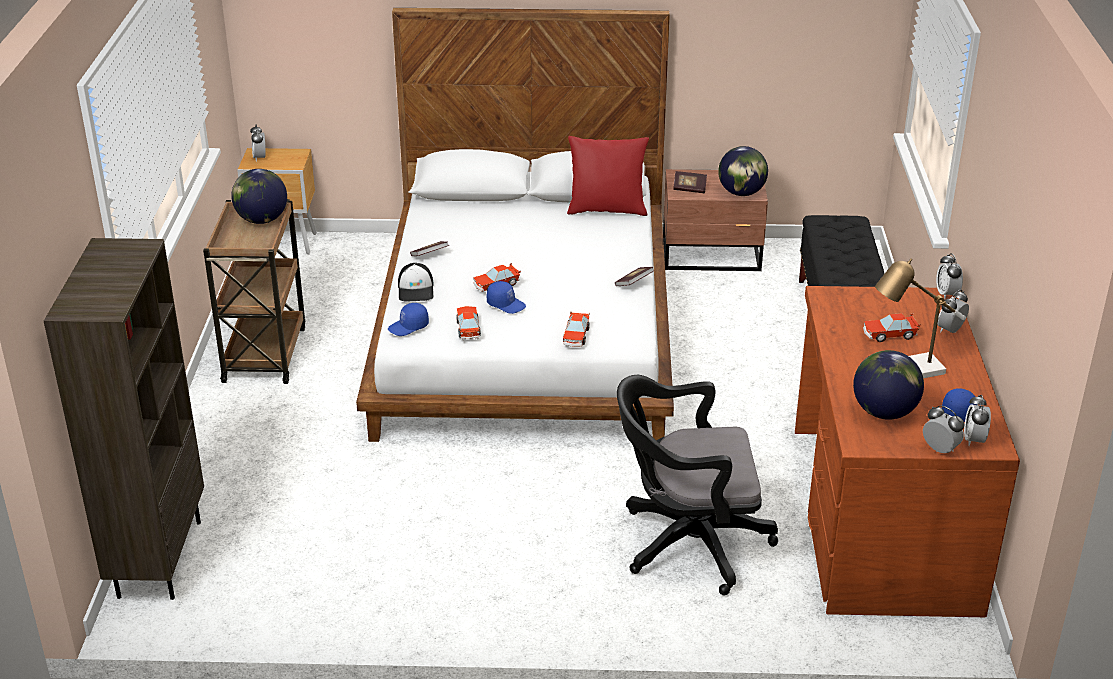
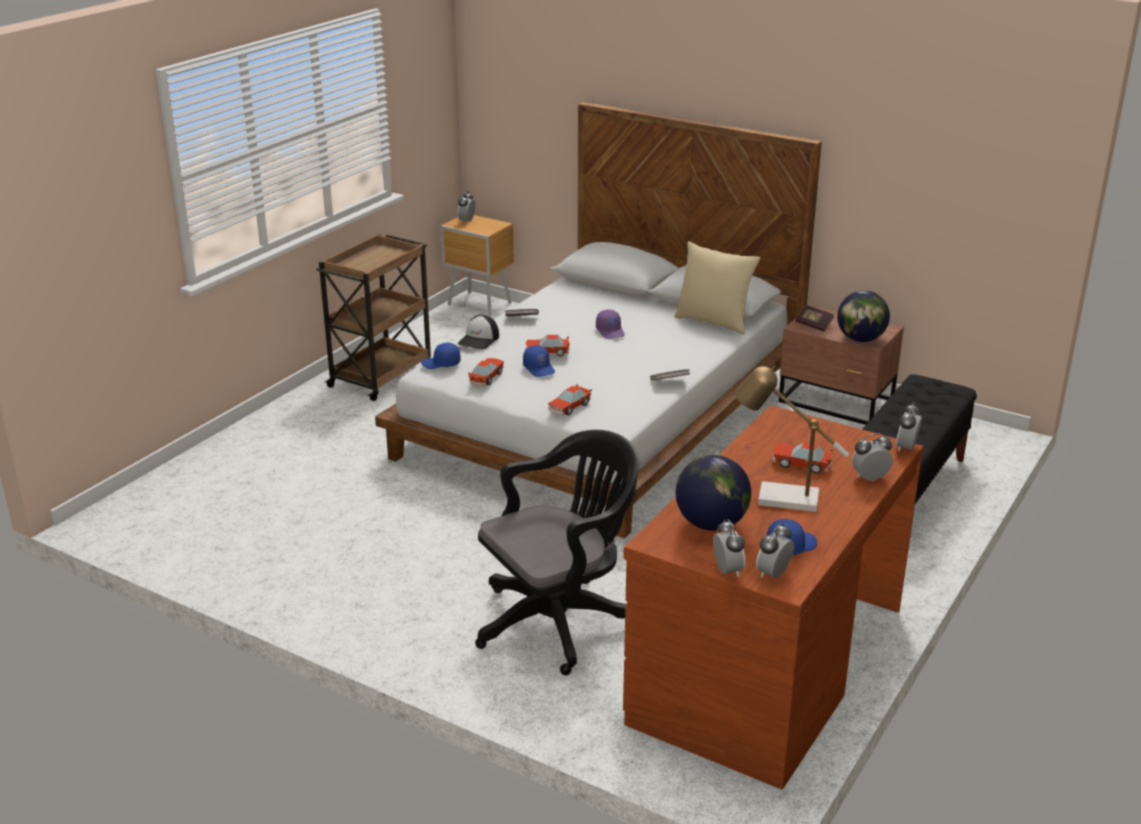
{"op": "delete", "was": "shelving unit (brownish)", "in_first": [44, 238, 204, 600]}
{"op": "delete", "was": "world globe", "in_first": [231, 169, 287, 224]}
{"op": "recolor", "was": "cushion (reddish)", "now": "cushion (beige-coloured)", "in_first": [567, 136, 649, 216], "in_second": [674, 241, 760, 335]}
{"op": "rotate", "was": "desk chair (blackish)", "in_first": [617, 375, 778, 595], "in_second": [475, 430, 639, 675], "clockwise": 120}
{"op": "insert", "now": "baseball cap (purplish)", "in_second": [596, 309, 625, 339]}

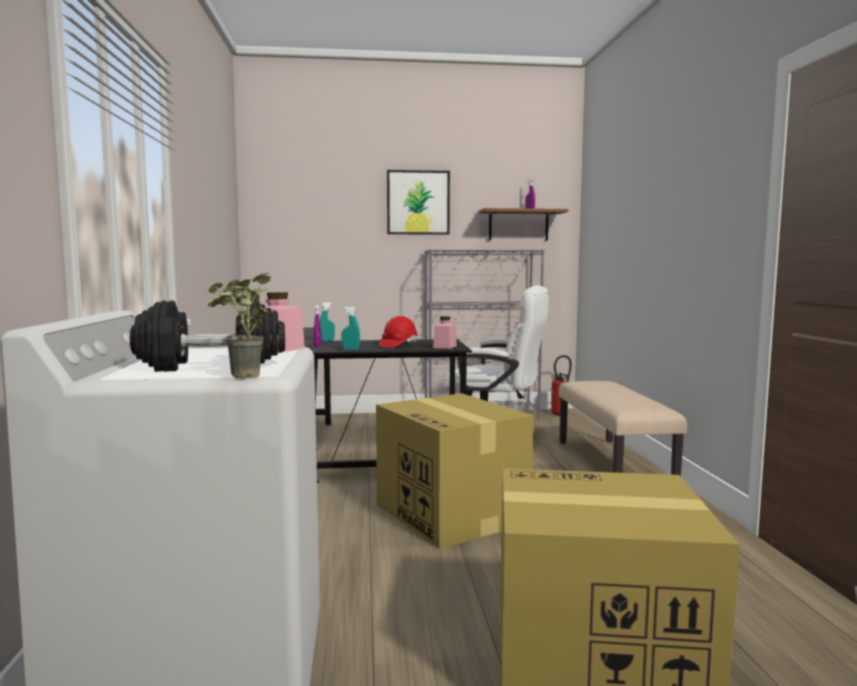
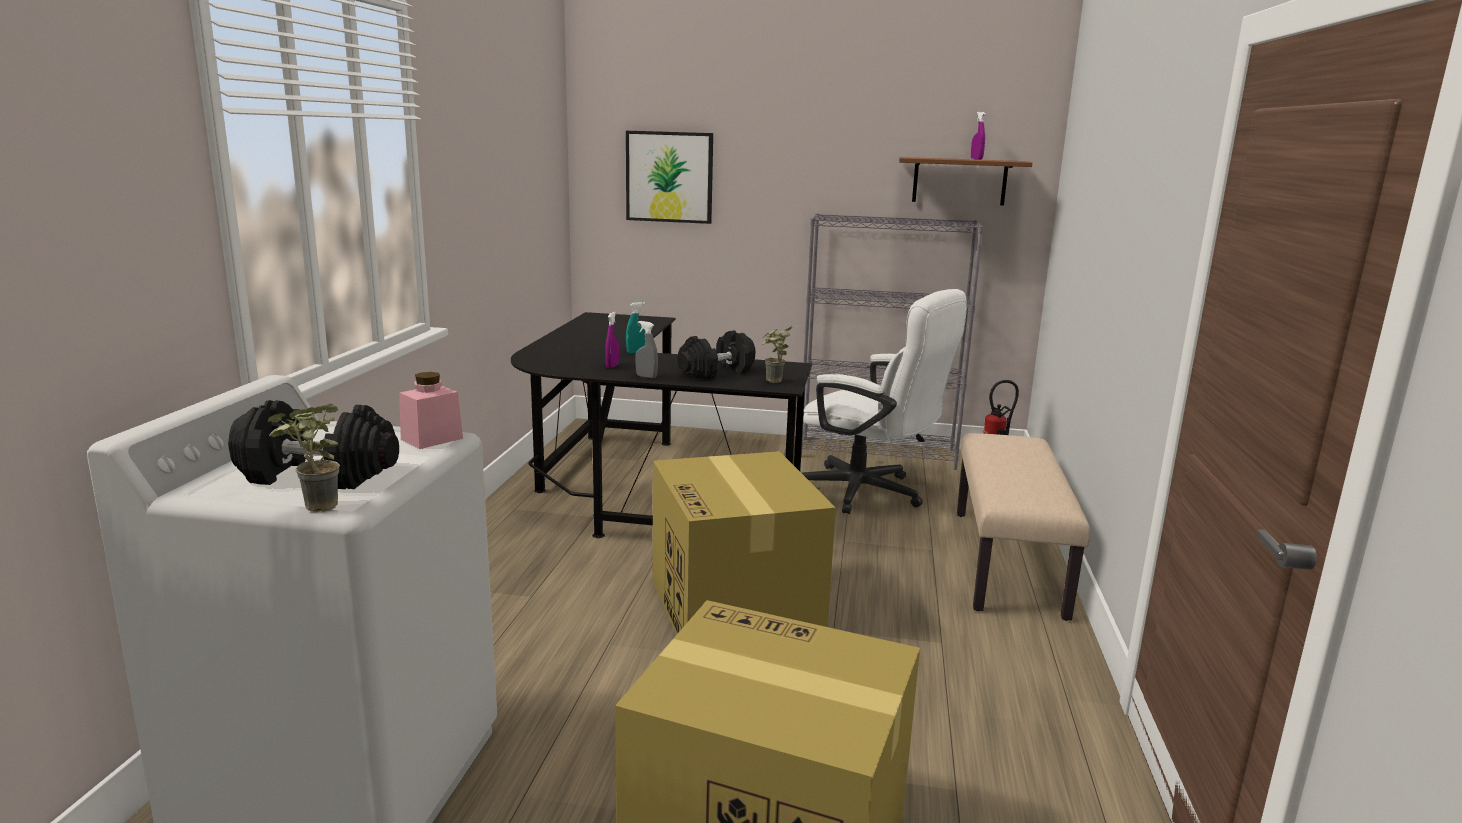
{"op": "recolor", "was": "sprayer (turquoise)", "now": "sprayer (grey)", "in_first": [341, 307, 360, 350], "in_second": [635, 321, 658, 379]}
{"op": "replace", "was": "work helmet (reddish)", "now": "hand weight (blackish)", "in_first": [379, 316, 418, 348], "in_second": [678, 330, 755, 380]}
{"op": "move", "was": "picture", "in_first": [387, 170, 450, 235], "in_second": [626, 131, 713, 224]}
{"op": "replace", "was": "preserve jar (pink-coloured)", "now": "potted plant", "in_first": [433, 316, 457, 349], "in_second": [762, 326, 792, 383]}

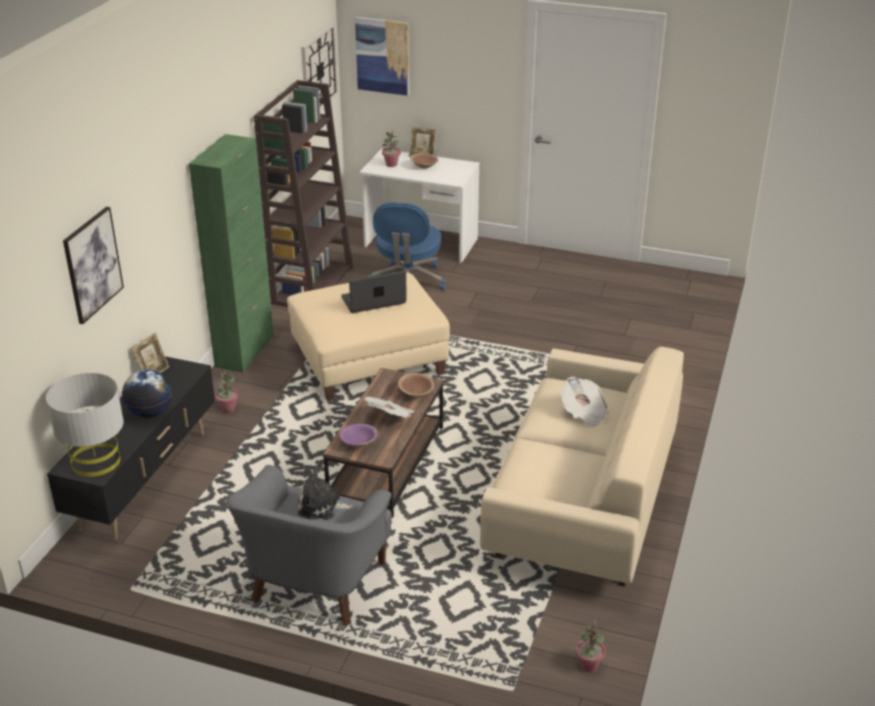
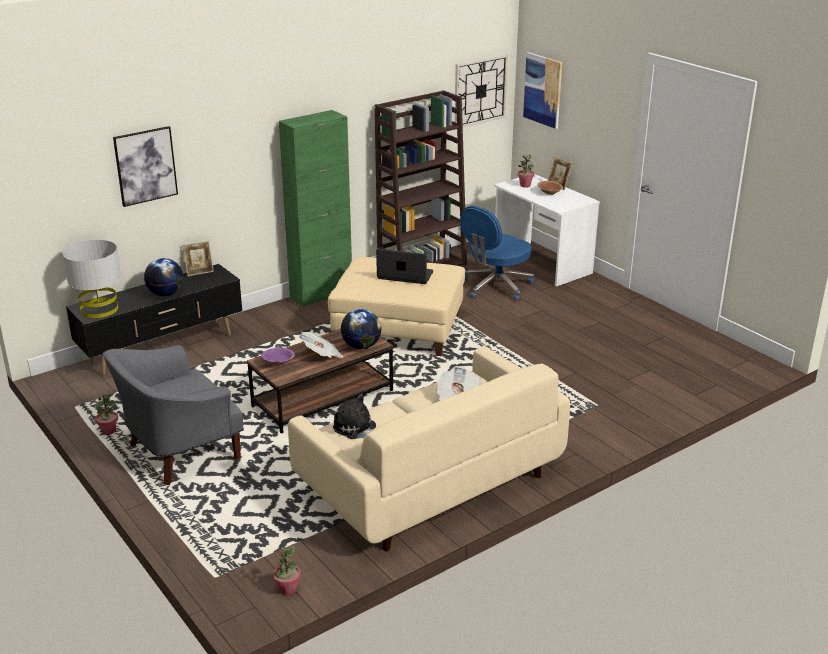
{"op": "move", "was": "potted plant", "in_first": [215, 372, 238, 413], "in_second": [95, 394, 118, 435]}
{"op": "move", "was": "soft toy", "in_first": [298, 468, 355, 520], "in_second": [333, 394, 376, 439]}
{"op": "replace", "was": "serving bowl (brownish)", "now": "world globe", "in_first": [398, 373, 434, 397], "in_second": [341, 309, 381, 349]}

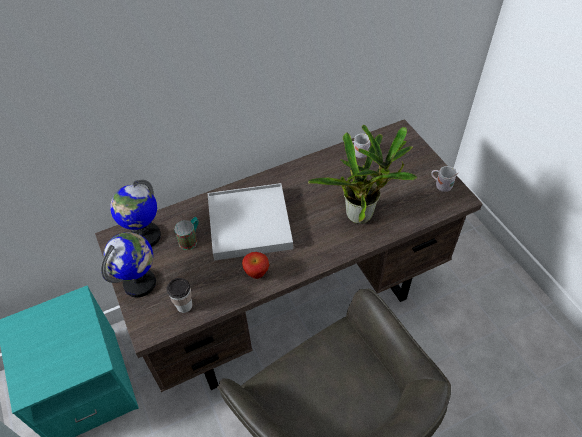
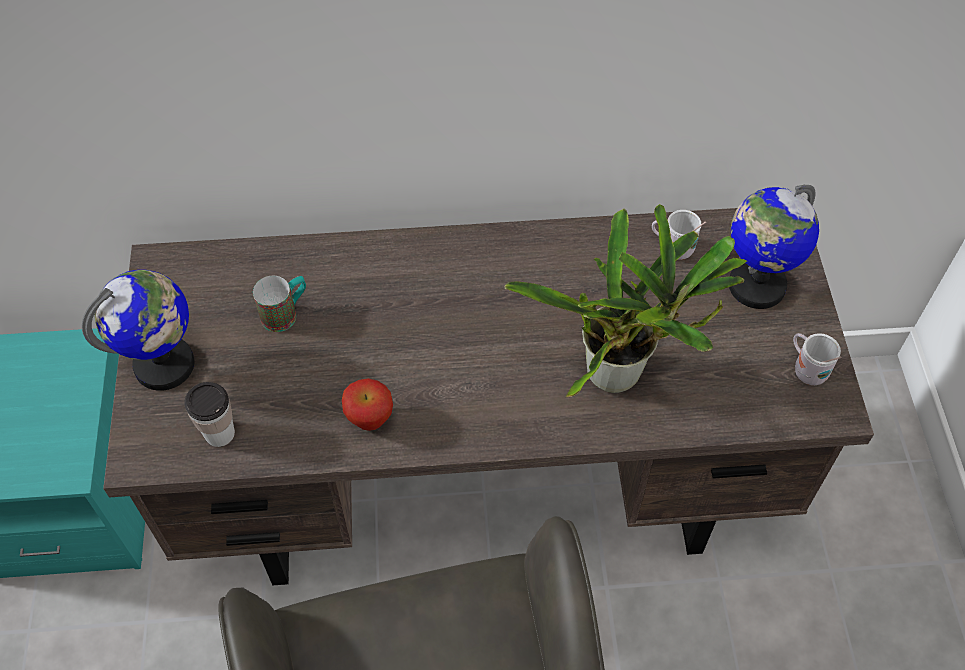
{"op": "move", "was": "world globe", "in_first": [110, 180, 161, 247], "in_second": [729, 184, 819, 309]}
{"op": "delete", "was": "carrying tray (white)", "in_first": [208, 183, 293, 260]}

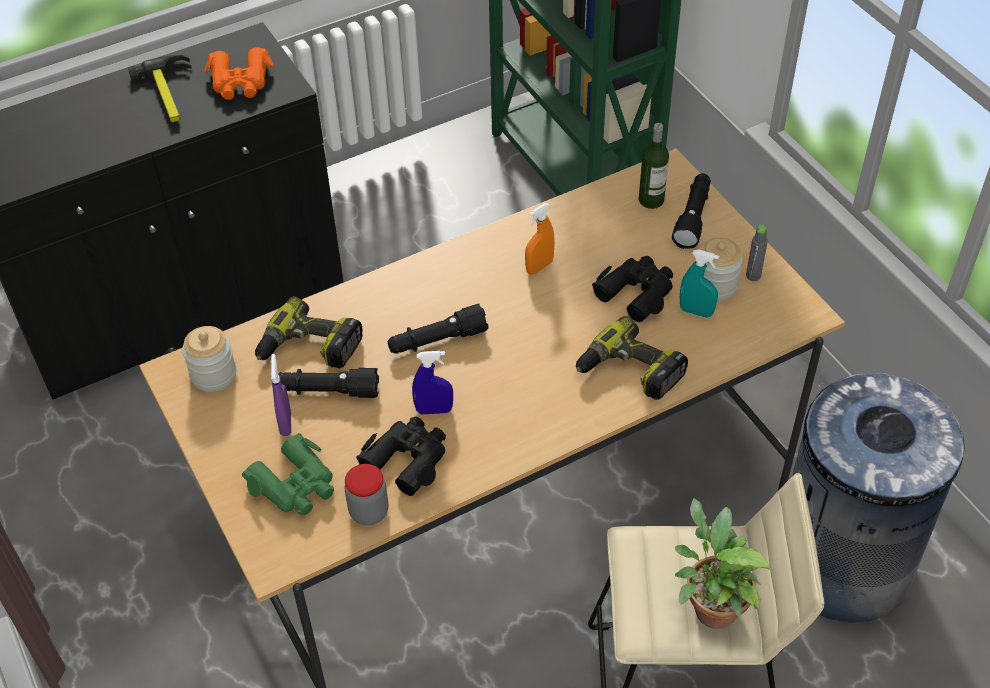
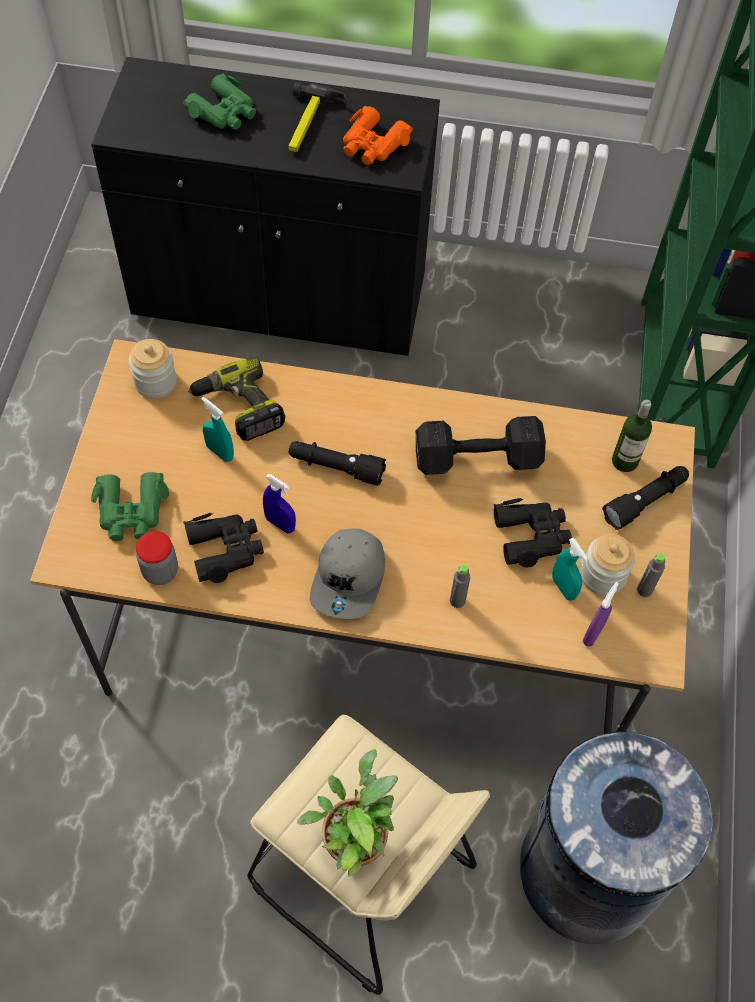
{"op": "move", "was": "sprayer (purplish)", "in_first": [271, 354, 291, 436], "in_second": [583, 582, 619, 647]}
{"op": "replace", "was": "torch (blackish)", "now": "sprayer (turquoise)", "in_first": [278, 368, 379, 398], "in_second": [201, 397, 234, 462]}
{"op": "replace", "was": "sprayer (orange-coloured)", "now": "hand weight (blackish)", "in_first": [525, 203, 555, 274], "in_second": [416, 416, 546, 475]}
{"op": "replace", "was": "drill", "now": "beverage bottle (grey)", "in_first": [576, 316, 688, 400], "in_second": [450, 564, 470, 608]}
{"op": "insert", "now": "binoculars (greenish)", "in_second": [183, 74, 256, 130]}
{"op": "insert", "now": "baseball cap (grey)", "in_second": [310, 529, 385, 619]}

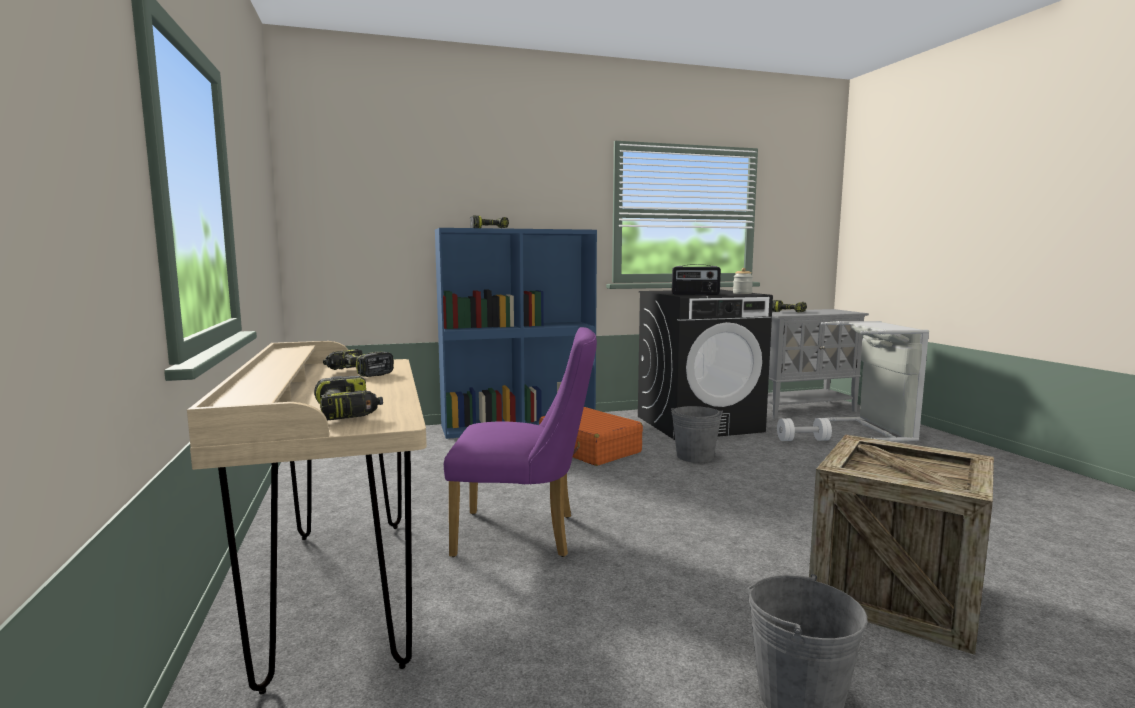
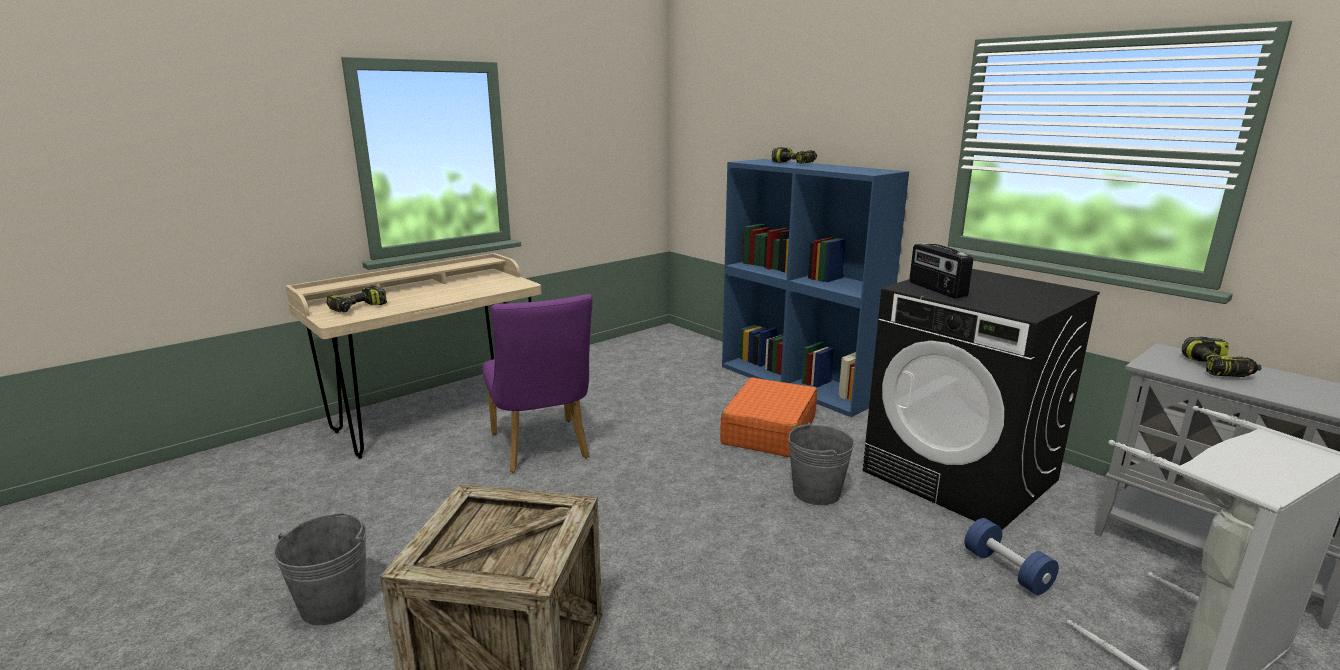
{"op": "delete", "was": "drill", "in_first": [323, 349, 394, 377]}
{"op": "delete", "was": "preserve jar", "in_first": [733, 268, 753, 294]}
{"op": "recolor", "was": "hand weight (white)", "now": "hand weight (bluish)", "in_first": [777, 418, 832, 441], "in_second": [964, 518, 1059, 595]}

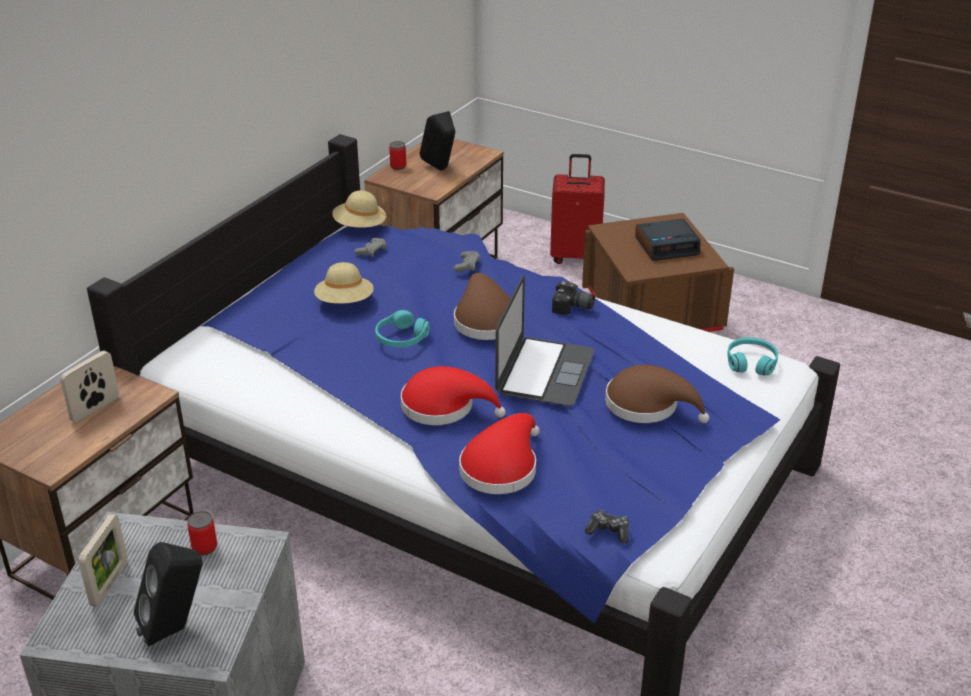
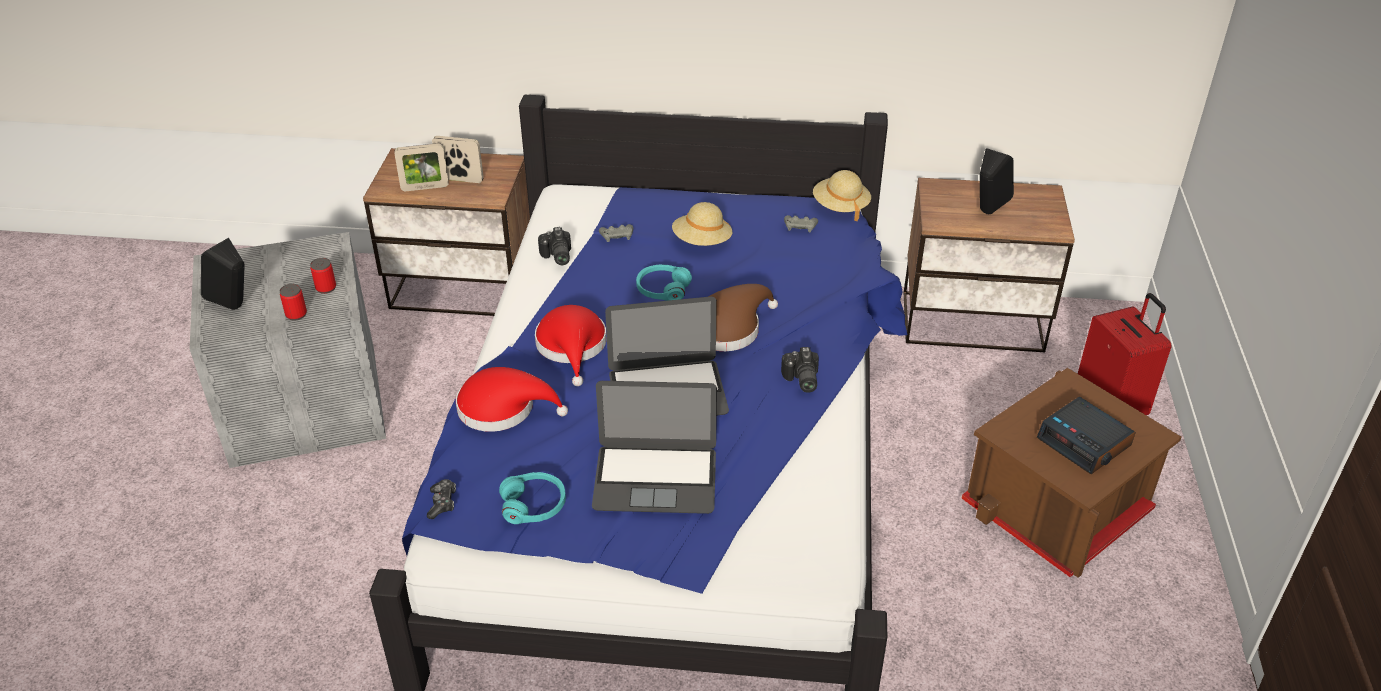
{"op": "move", "was": "picture frame", "in_first": [78, 514, 128, 606], "in_second": [394, 143, 449, 191]}
{"op": "move", "was": "can", "in_first": [389, 141, 406, 170], "in_second": [280, 284, 307, 321]}
{"op": "move", "was": "game controller (grey)", "in_first": [453, 251, 480, 272], "in_second": [599, 224, 633, 242]}
{"op": "replace", "was": "wearable hat (brownish)", "now": "laptop", "in_first": [605, 365, 709, 423], "in_second": [592, 381, 717, 514]}
{"op": "move", "was": "pair of headphones (turquoise)", "in_first": [727, 337, 778, 376], "in_second": [499, 472, 566, 524]}
{"op": "insert", "now": "still camera", "in_second": [538, 227, 571, 265]}

